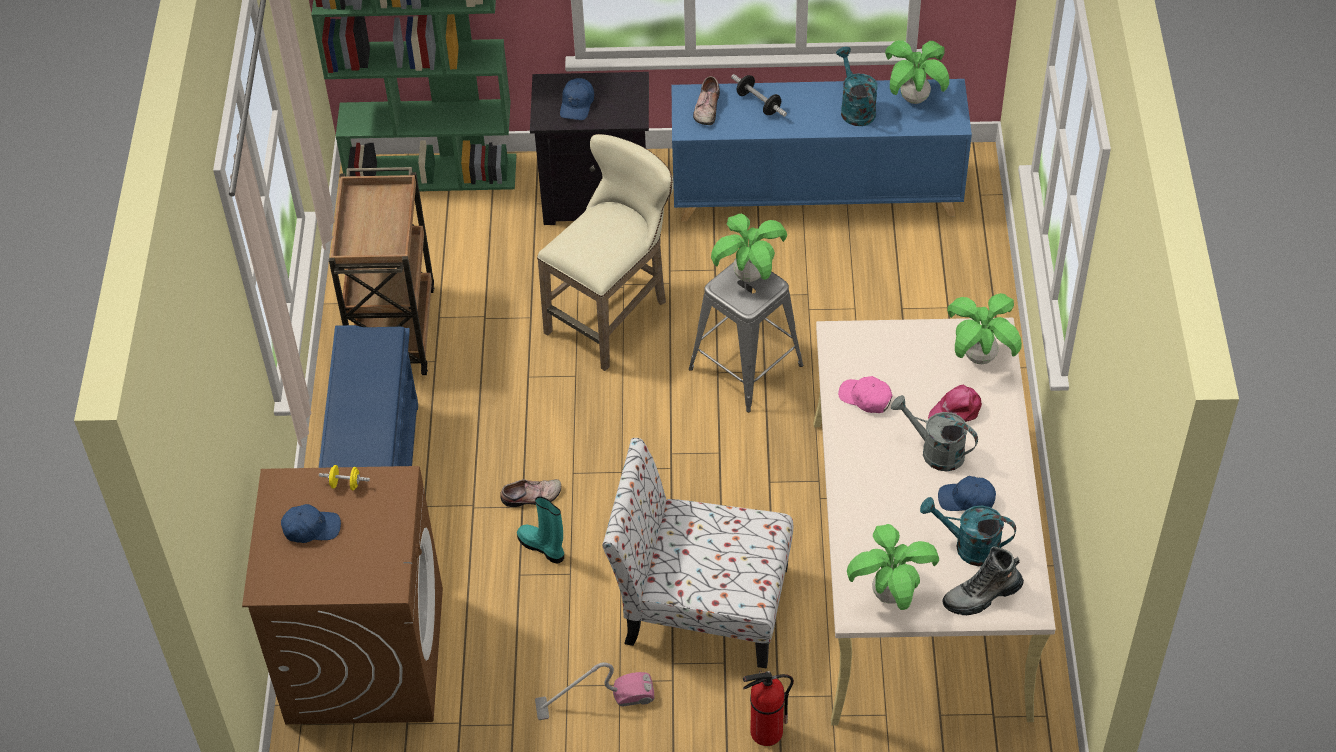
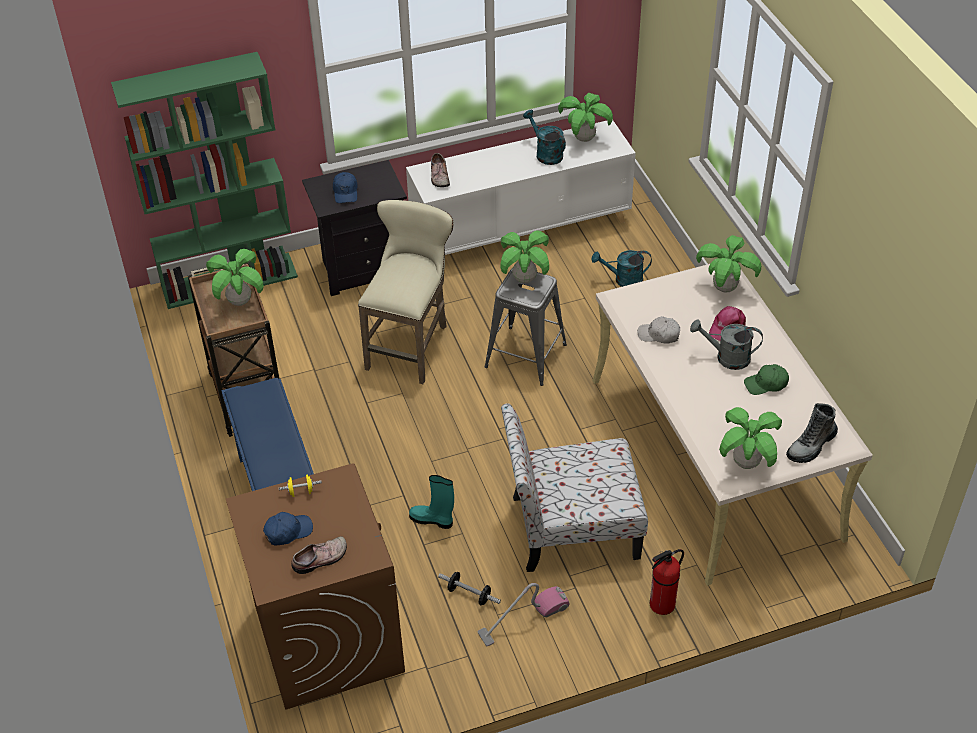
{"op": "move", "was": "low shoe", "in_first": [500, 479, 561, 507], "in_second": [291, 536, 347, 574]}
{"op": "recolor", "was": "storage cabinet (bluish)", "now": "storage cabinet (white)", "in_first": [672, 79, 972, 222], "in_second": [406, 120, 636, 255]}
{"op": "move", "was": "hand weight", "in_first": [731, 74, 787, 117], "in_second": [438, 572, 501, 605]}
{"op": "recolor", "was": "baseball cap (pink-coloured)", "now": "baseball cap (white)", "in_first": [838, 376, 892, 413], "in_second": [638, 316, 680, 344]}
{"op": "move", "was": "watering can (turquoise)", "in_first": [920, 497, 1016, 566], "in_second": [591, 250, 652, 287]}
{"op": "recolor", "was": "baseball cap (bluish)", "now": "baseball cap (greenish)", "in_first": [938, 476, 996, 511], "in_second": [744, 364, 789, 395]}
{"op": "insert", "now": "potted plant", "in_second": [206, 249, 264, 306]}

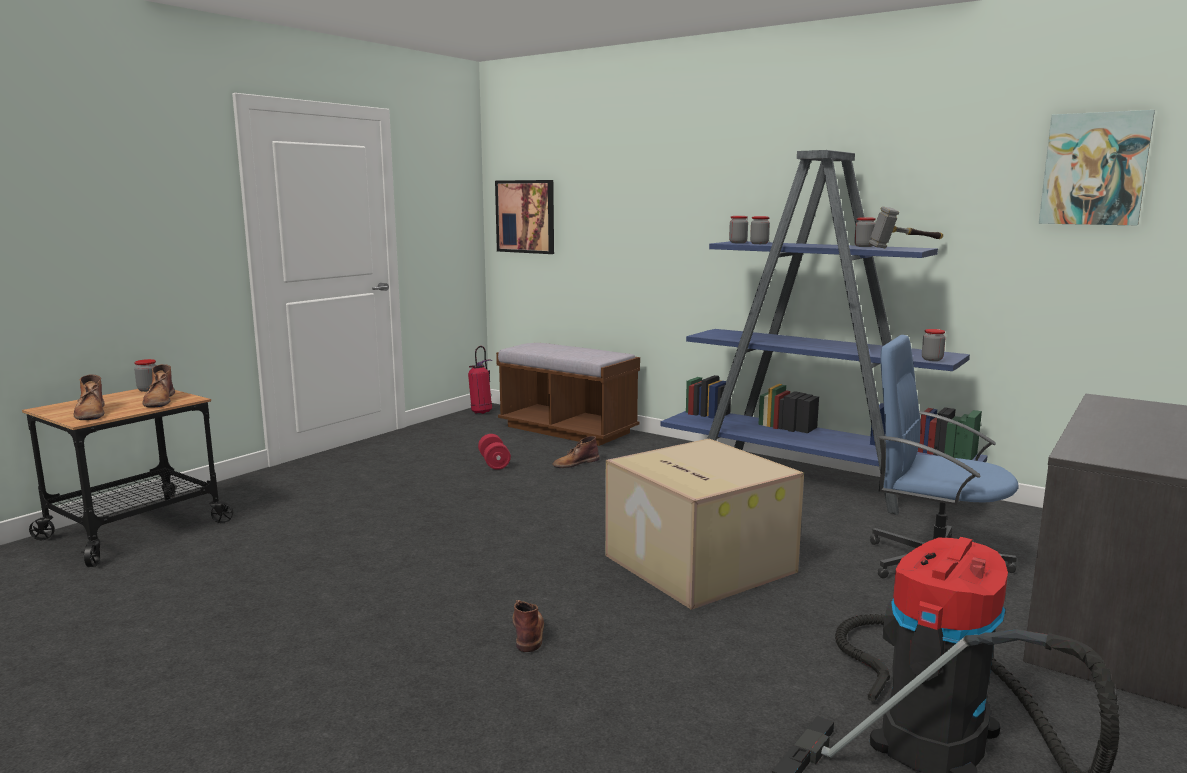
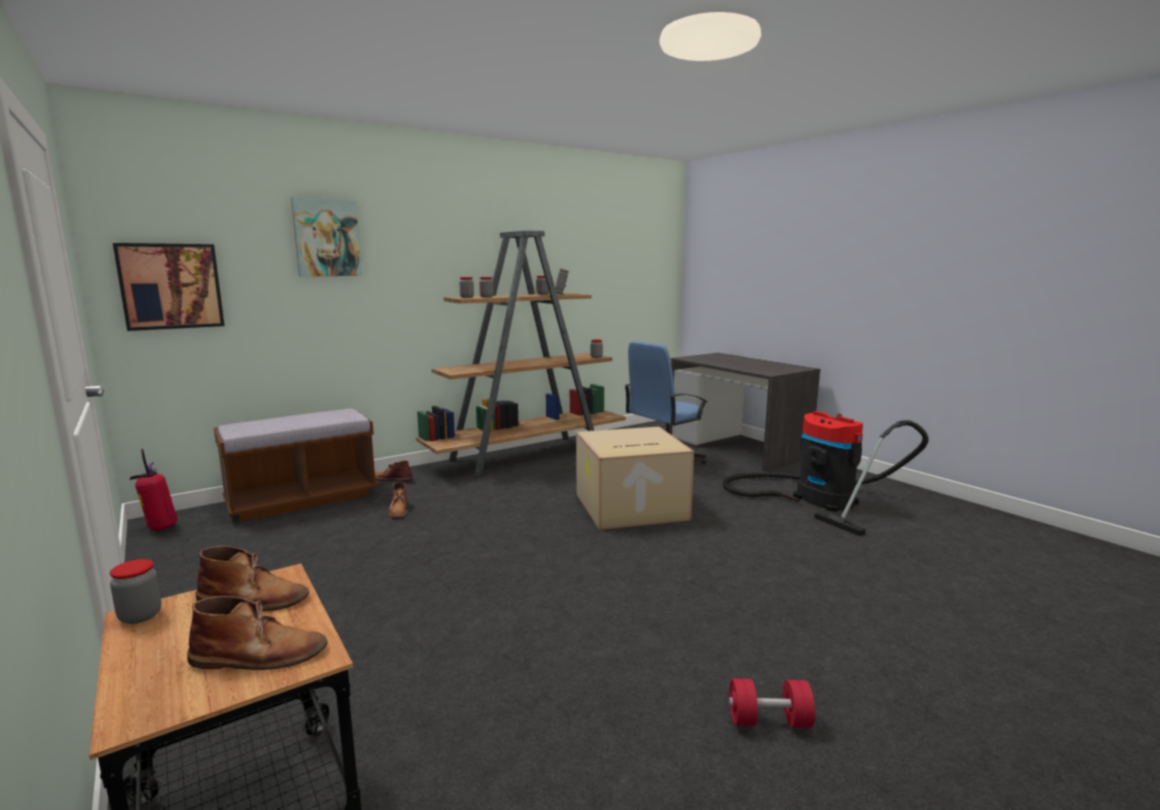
{"op": "move", "was": "hand weight (reddish)", "in_first": [478, 434, 511, 470], "in_second": [729, 678, 815, 728]}
{"op": "move", "was": "boot (brownish)", "in_first": [512, 600, 544, 652], "in_second": [375, 461, 413, 482]}
{"op": "recolor", "was": "shelving unit (bluish)", "now": "shelving unit (brownish)", "in_first": [660, 150, 988, 515], "in_second": [416, 230, 626, 478]}
{"op": "move", "was": "picture", "in_first": [1039, 110, 1155, 225], "in_second": [291, 197, 362, 277]}

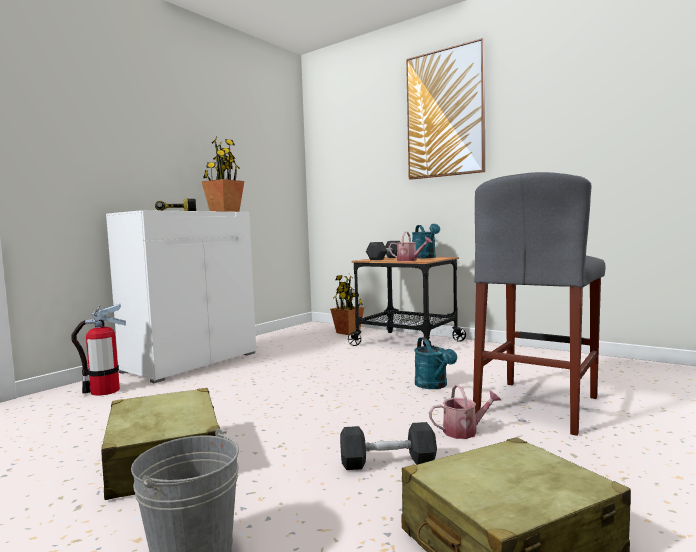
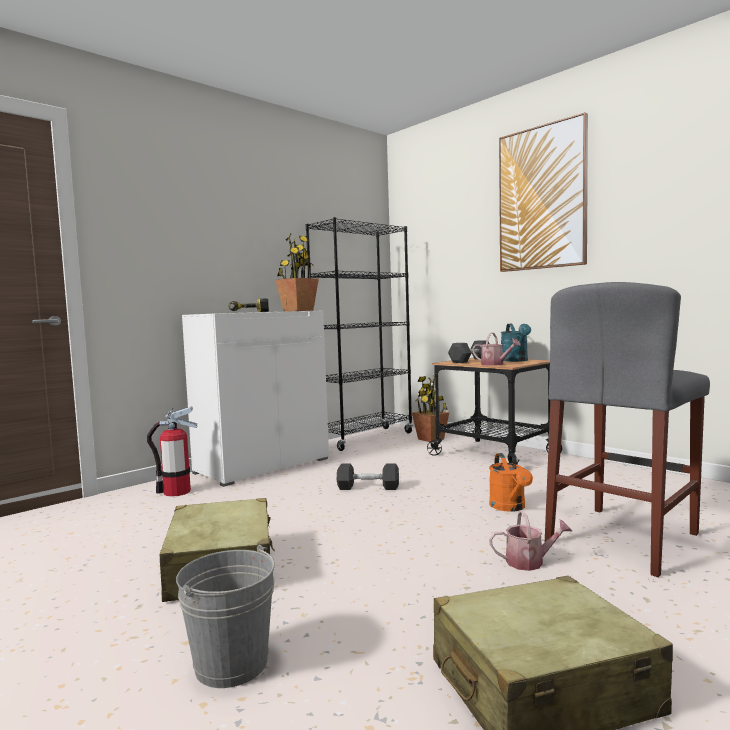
{"op": "move", "was": "hand weight (grey)", "in_first": [340, 422, 437, 470], "in_second": [337, 463, 399, 490]}
{"op": "recolor", "was": "watering can (turquoise)", "now": "watering can (orange-coloured)", "in_first": [414, 337, 457, 389], "in_second": [489, 453, 533, 512]}
{"op": "insert", "now": "shelving unit (blackish)", "in_second": [306, 217, 413, 451]}

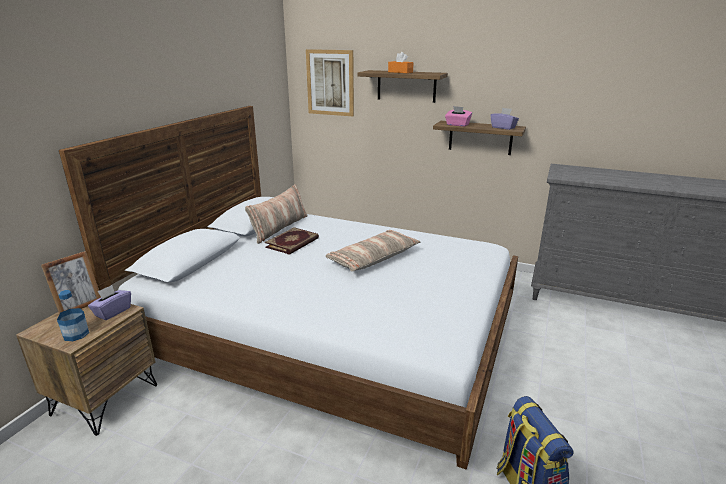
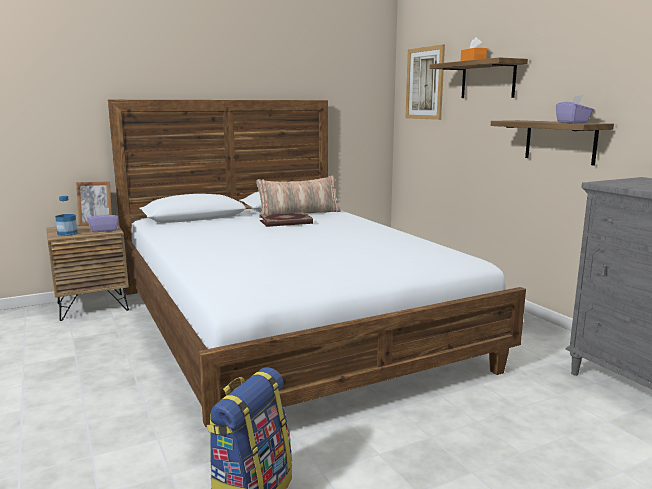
{"op": "delete", "was": "cushion", "in_first": [325, 230, 421, 272]}
{"op": "delete", "was": "box of tissues (pink-coloured)", "in_first": [445, 106, 472, 127]}

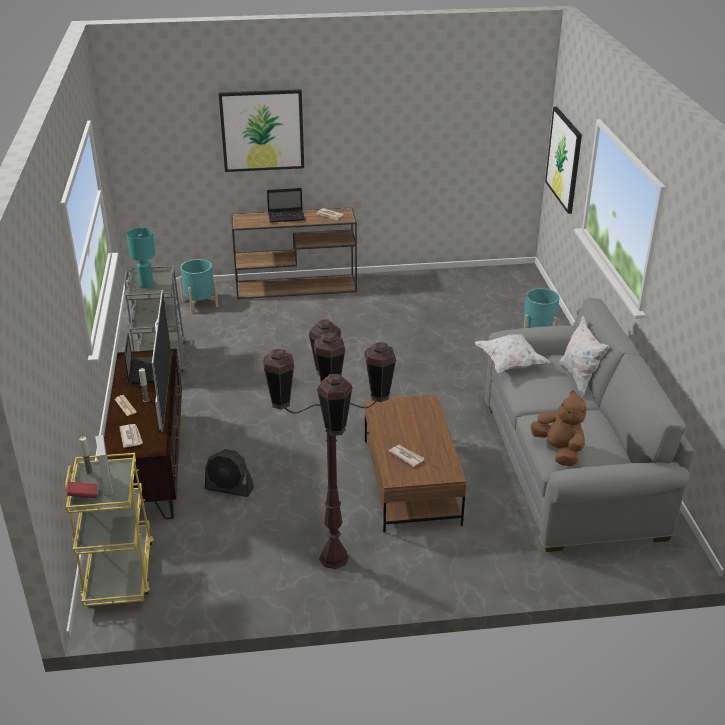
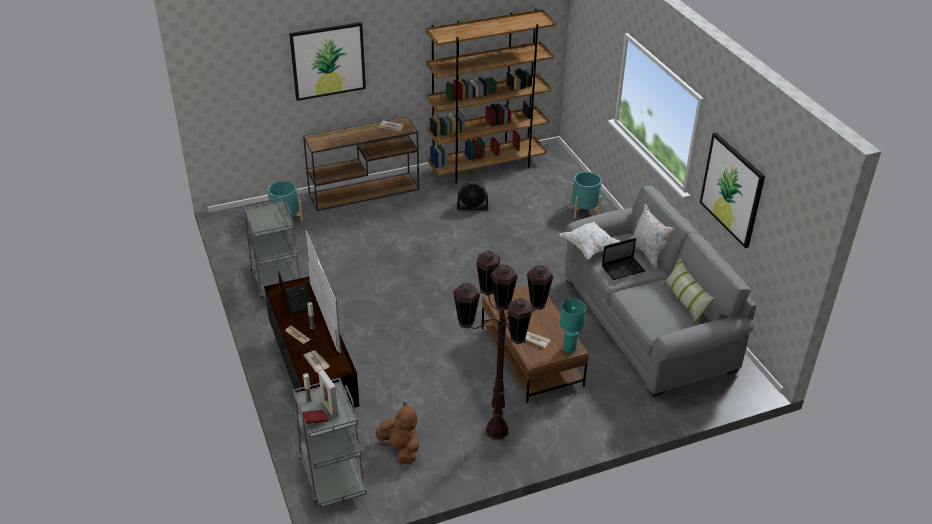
{"op": "recolor", "was": "wheeled cart (yellow-coloured)", "now": "wheeled cart (grey)", "in_first": [65, 453, 154, 607], "in_second": [293, 378, 367, 508]}
{"op": "move", "was": "lamp for a table (turquoise)", "in_first": [127, 228, 155, 288], "in_second": [560, 298, 586, 353]}
{"op": "move", "was": "electric fan (blackish)", "in_first": [205, 449, 254, 497], "in_second": [457, 180, 488, 211]}
{"op": "move", "was": "laptop", "in_first": [267, 188, 305, 223], "in_second": [602, 238, 645, 280]}
{"op": "move", "was": "soft toy (brownish)", "in_first": [531, 390, 586, 466], "in_second": [375, 402, 419, 464]}
{"op": "move", "was": "picture", "in_first": [545, 107, 582, 214], "in_second": [700, 133, 765, 248]}
{"op": "insert", "now": "shelving unit (brownish)", "in_second": [426, 8, 556, 184]}
{"op": "insert", "now": "cushion", "in_second": [663, 258, 715, 324]}

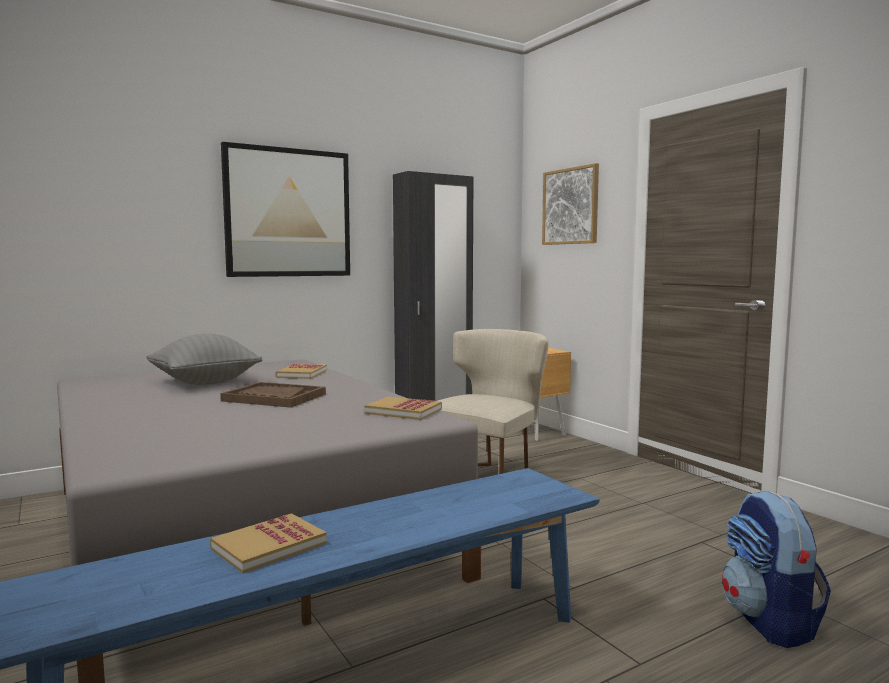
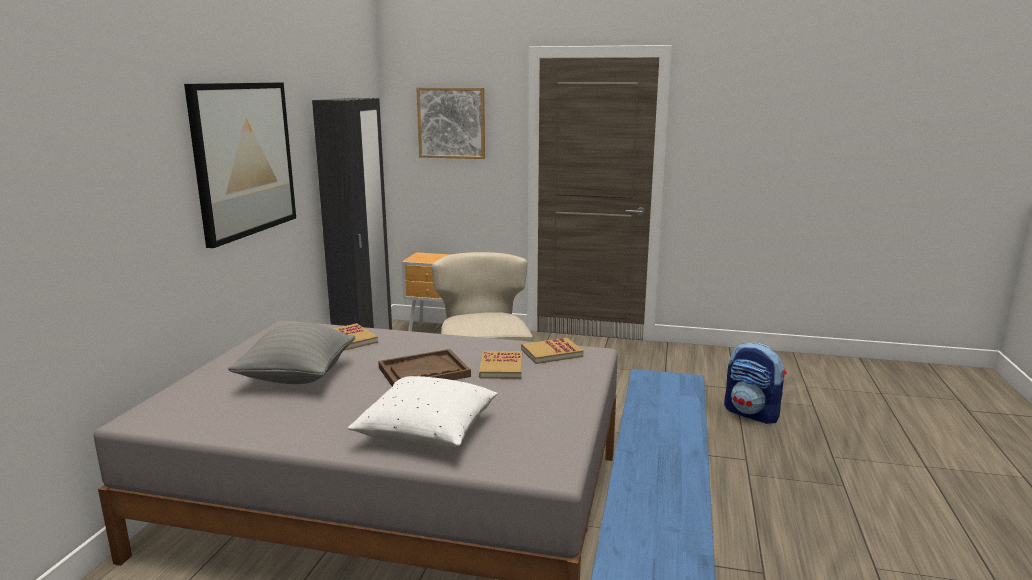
{"op": "move", "was": "bound book", "in_first": [210, 513, 327, 573], "in_second": [479, 351, 522, 379]}
{"op": "insert", "now": "cushion (white)", "in_second": [348, 376, 497, 447]}

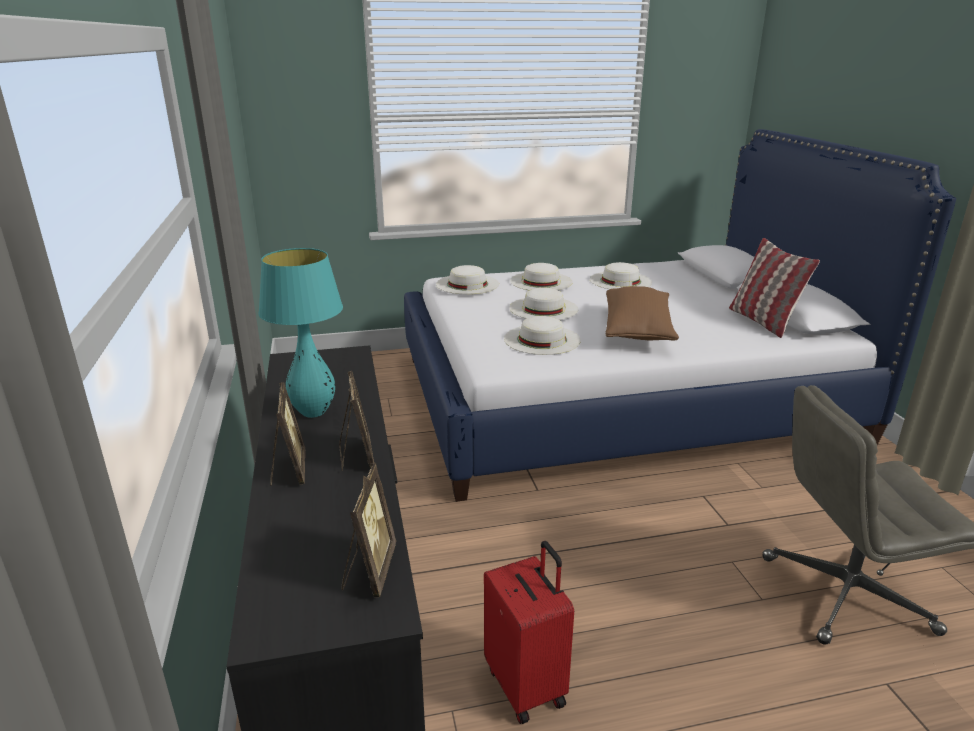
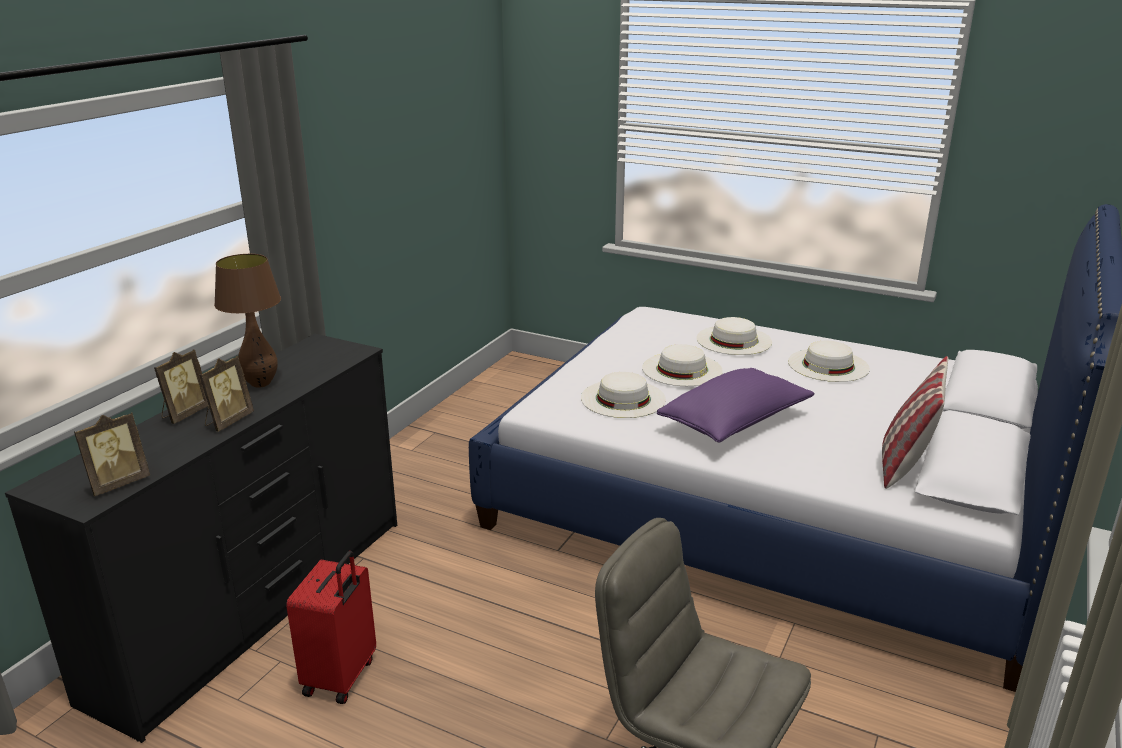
{"op": "recolor", "was": "lamp for a table (turquoise)", "now": "lamp for a table (brownish)", "in_first": [258, 248, 343, 418], "in_second": [214, 254, 281, 388]}
{"op": "delete", "was": "wearable hat (white)", "in_first": [436, 265, 499, 294]}
{"op": "recolor", "was": "cushion (brownish)", "now": "cushion (purplish)", "in_first": [606, 286, 679, 341], "in_second": [657, 368, 815, 442]}

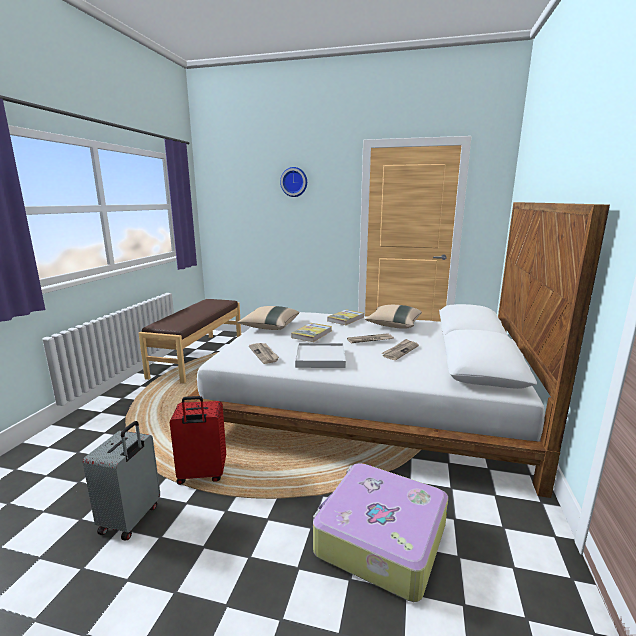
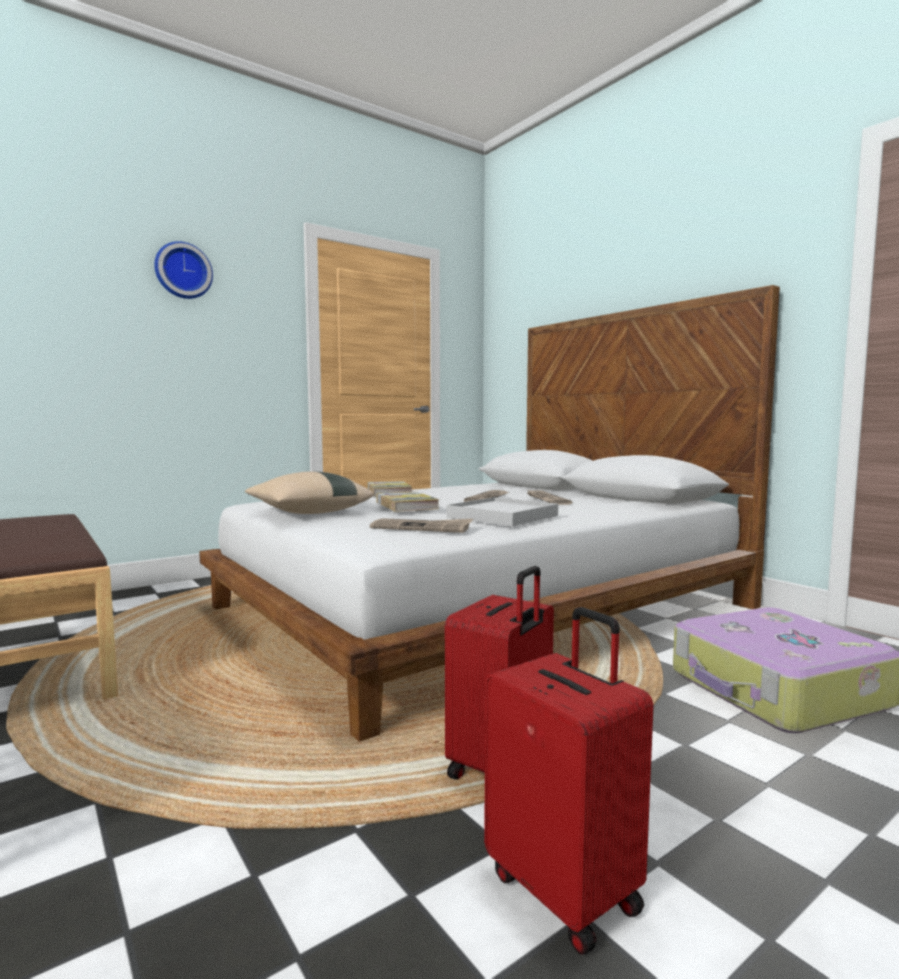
{"op": "recolor", "was": "piece of luggage (grey)", "now": "piece of luggage (reddish)", "in_first": [83, 421, 160, 541], "in_second": [484, 607, 654, 955]}
{"op": "delete", "was": "cushion (beige-coloured)", "in_first": [365, 305, 422, 329]}

